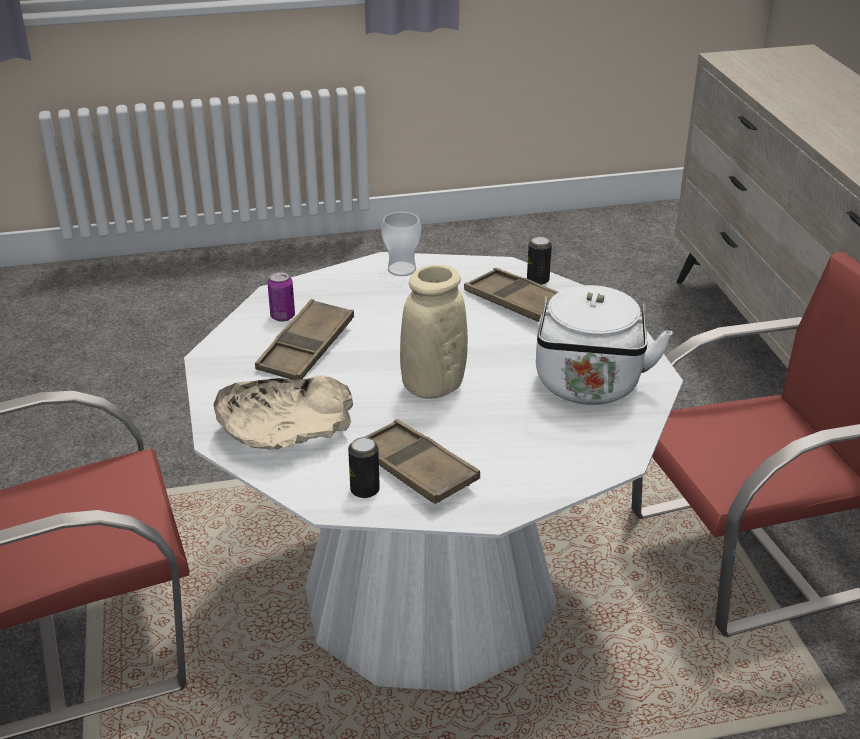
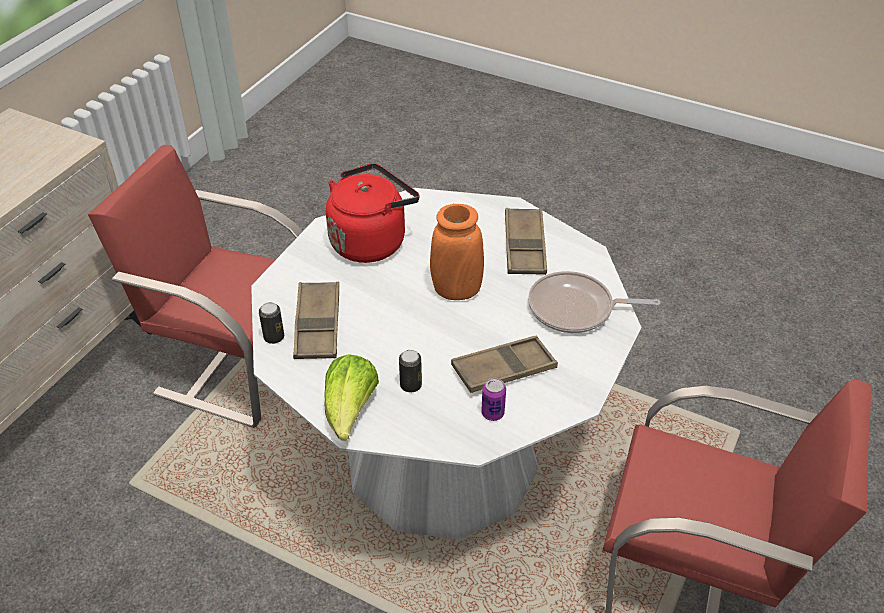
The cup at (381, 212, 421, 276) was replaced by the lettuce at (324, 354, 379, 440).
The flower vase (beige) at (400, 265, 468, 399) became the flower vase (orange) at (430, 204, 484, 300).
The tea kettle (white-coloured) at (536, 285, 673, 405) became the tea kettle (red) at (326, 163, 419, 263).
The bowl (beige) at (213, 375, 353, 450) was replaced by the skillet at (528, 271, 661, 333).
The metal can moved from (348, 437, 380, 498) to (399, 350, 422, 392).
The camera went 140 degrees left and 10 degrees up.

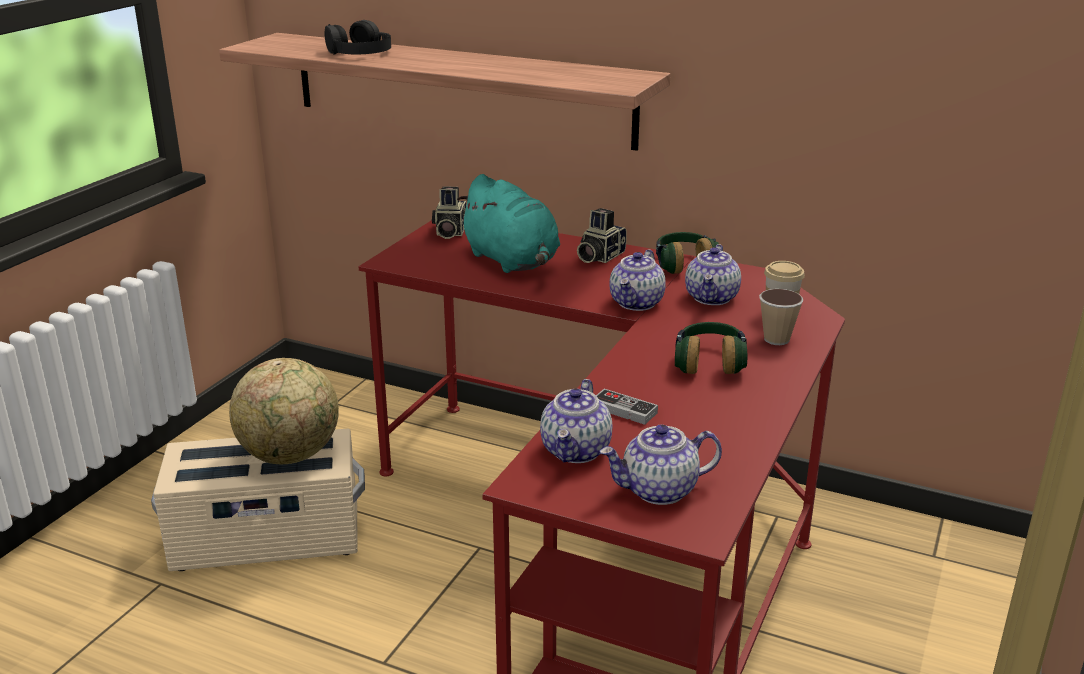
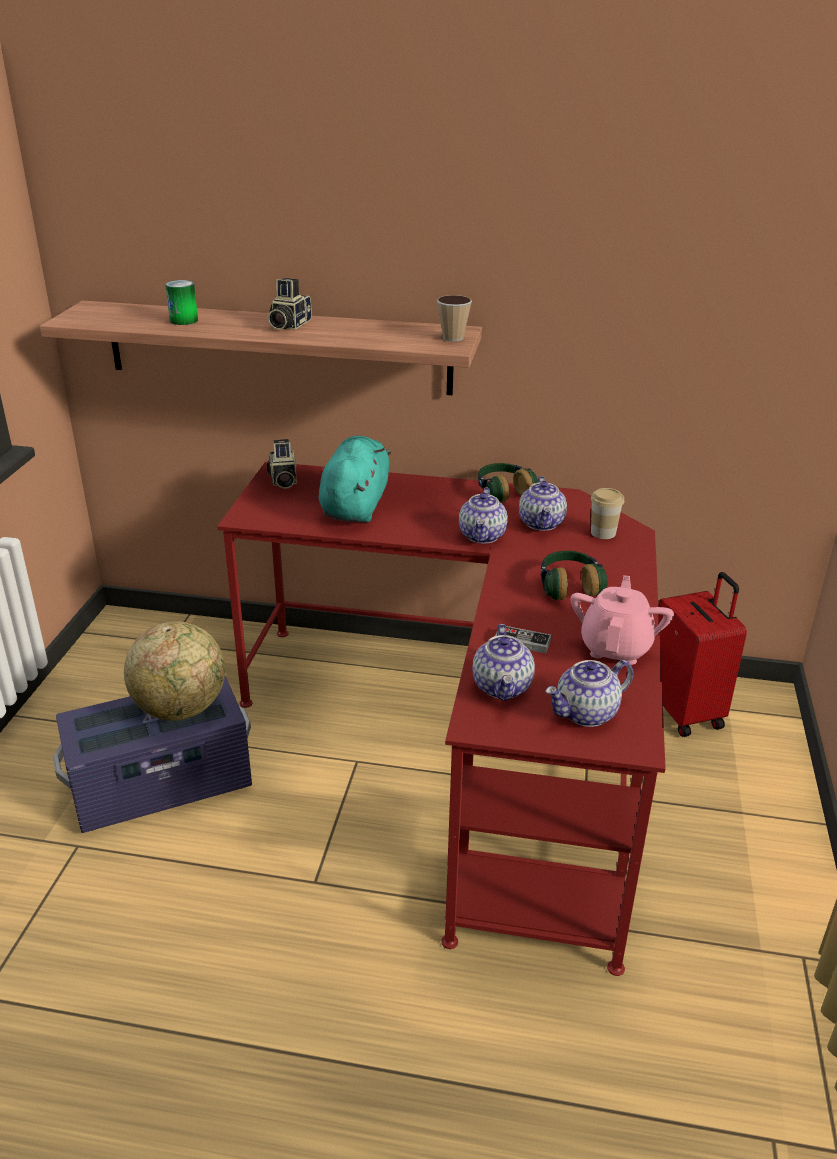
The pair of headphones (black-coloured) at (325, 20, 391, 55) was replaced by the metal can at (165, 280, 198, 325).
The plush toy (turquoise-coloured) at (457, 174, 560, 273) turned 120 degrees counterclockwise.
The still camera moved from (577, 208, 627, 263) to (268, 278, 311, 330).
The cup moved from (759, 289, 803, 345) to (437, 295, 472, 341).
The storage bin (beige) at (151, 428, 365, 571) became the storage bin (purplish) at (53, 676, 252, 833).
The travel case (red) at (658, 572, 747, 737) appeared.
The tea pot (pink) at (571, 575, 674, 665) appeared.
The camera went 15 degrees left and 5 degrees up.

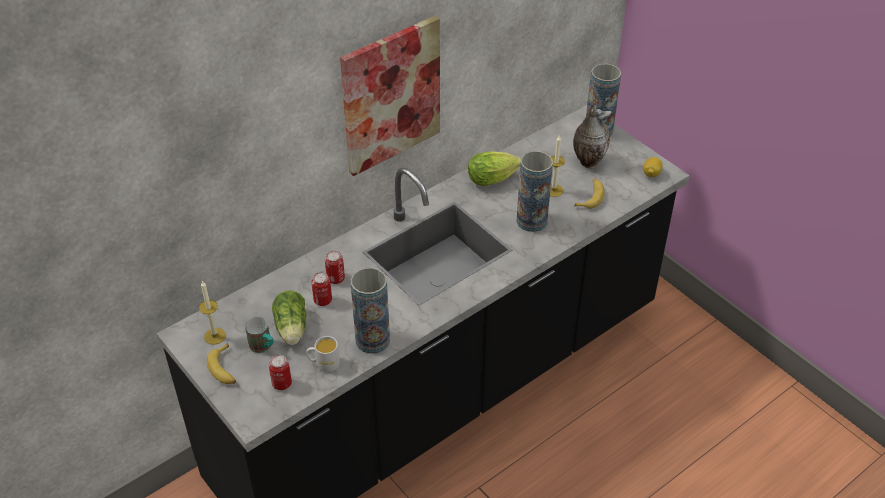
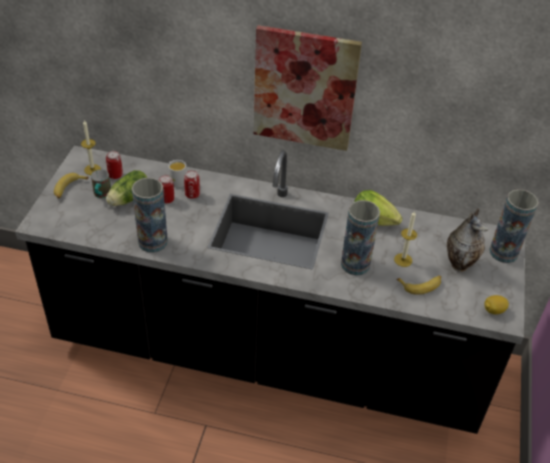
The mug (white-coloured) moved from (306, 336, 340, 372) to (168, 160, 187, 188).
The metal can moved from (269, 355, 292, 390) to (106, 151, 123, 179).
The camera went 50 degrees right and 0 degrees up.

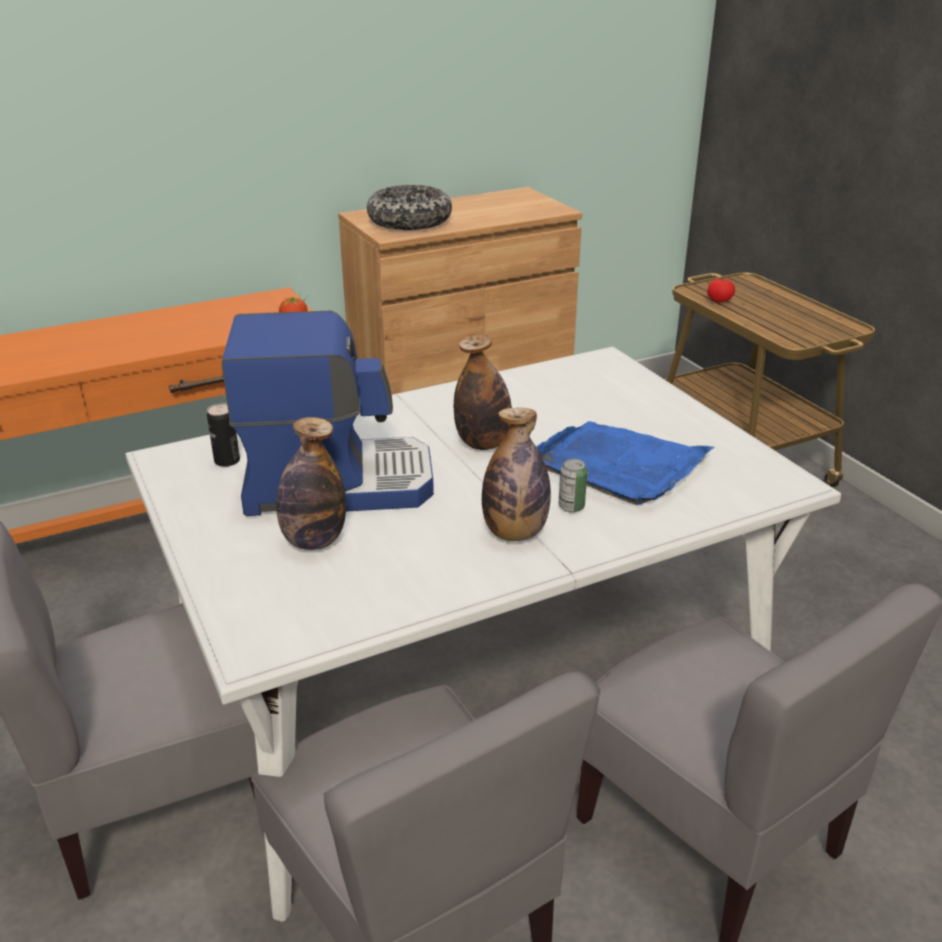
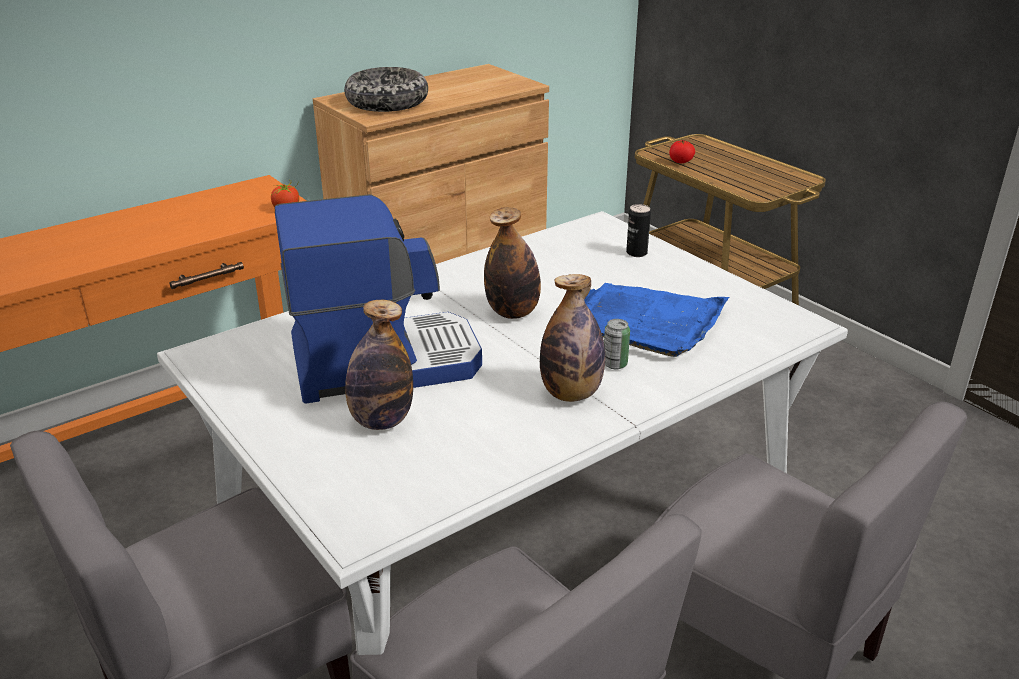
The metal can moved from (207, 404, 240, 467) to (626, 204, 651, 257).
The camera went 10 degrees left and 0 degrees up.

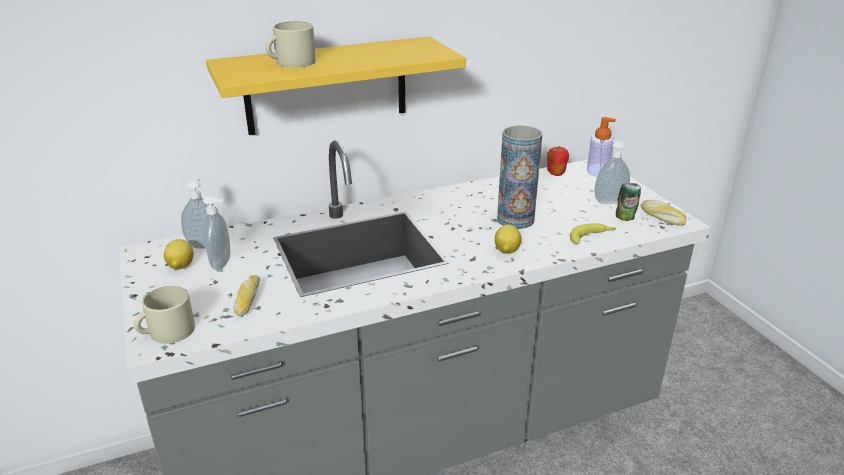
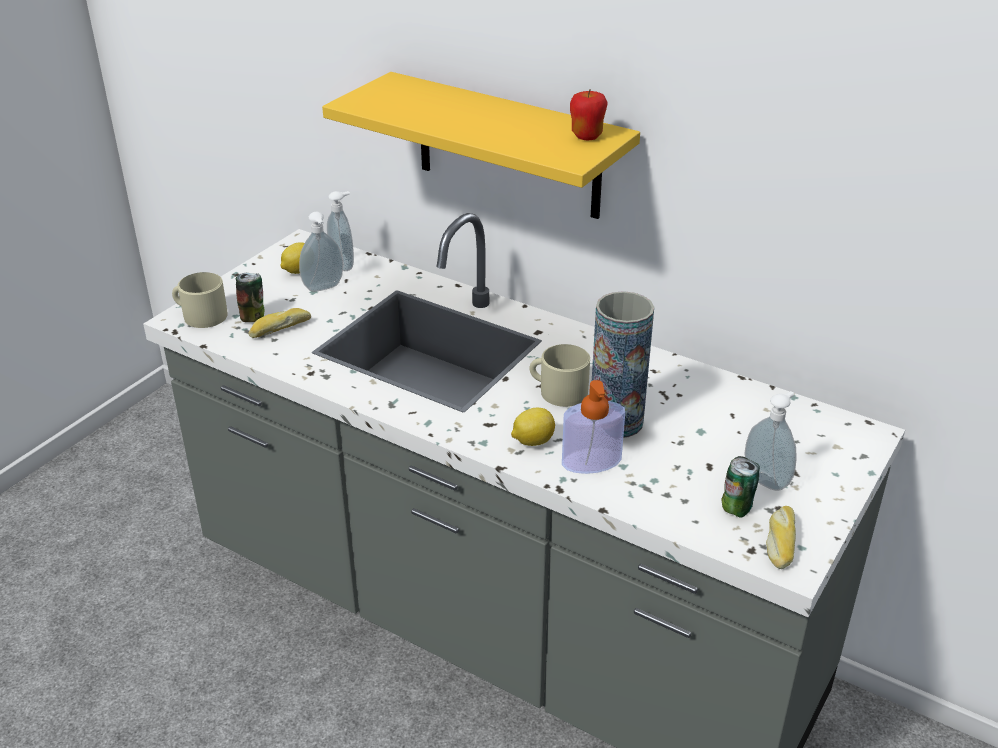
The mug (beige) moved from (266, 22, 316, 68) to (530, 344, 590, 407).
The soap dispenser moved from (587, 117, 616, 177) to (562, 380, 625, 474).
The apple moved from (547, 146, 569, 176) to (570, 90, 608, 140).
The banana fruit at (570, 223, 616, 244) disappeared.
The metal can at (236, 273, 264, 322) appeared.
The camera went 55 degrees right and 5 degrees up.

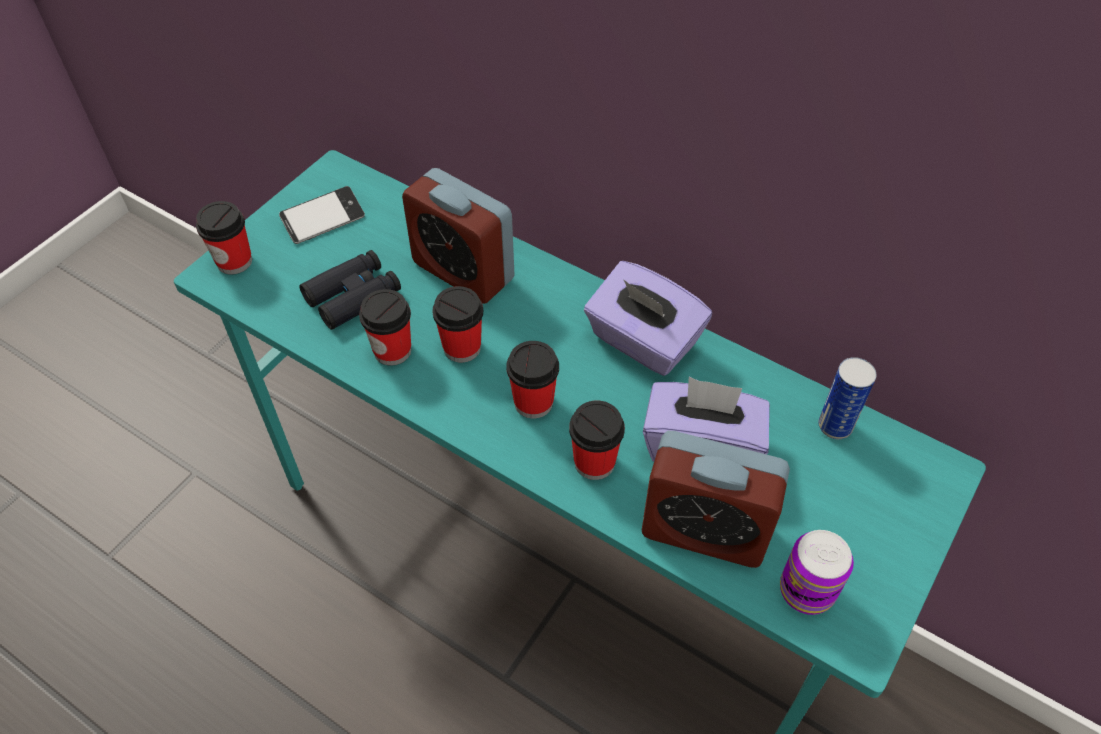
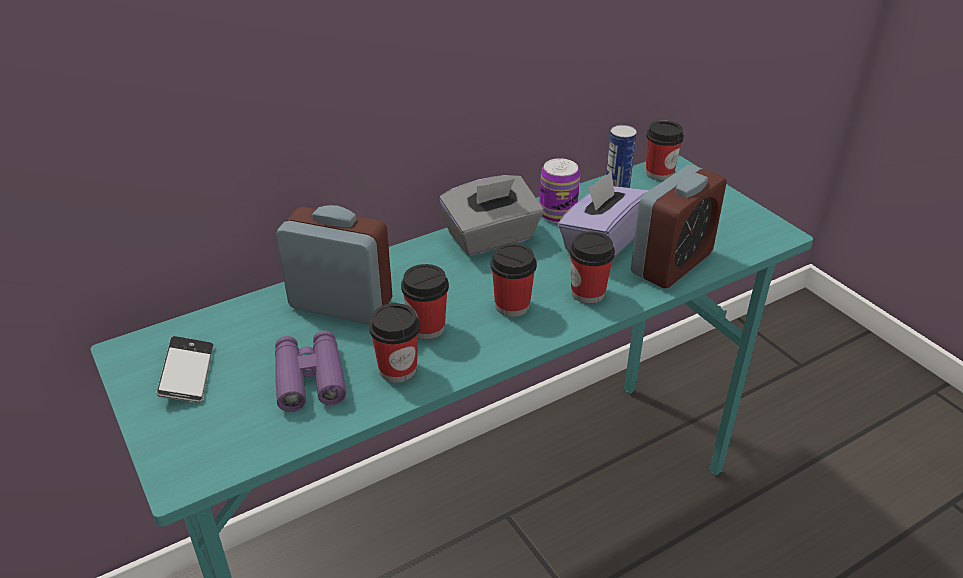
The table clock at (402, 168, 515, 304) turned 135 degrees counterclockwise.
The cup moved from (196, 201, 252, 275) to (646, 120, 684, 180).
The pair of binoculars (black-coloured) at (299, 250, 401, 330) became the pair of binoculars (purplish) at (275, 330, 346, 412).
The tissue holder (purplish) at (584, 261, 712, 376) became the tissue holder (grey) at (439, 175, 543, 256).
The metal can moved from (780, 530, 854, 615) to (539, 158, 580, 223).
The camera went 65 degrees left and 15 degrees down.

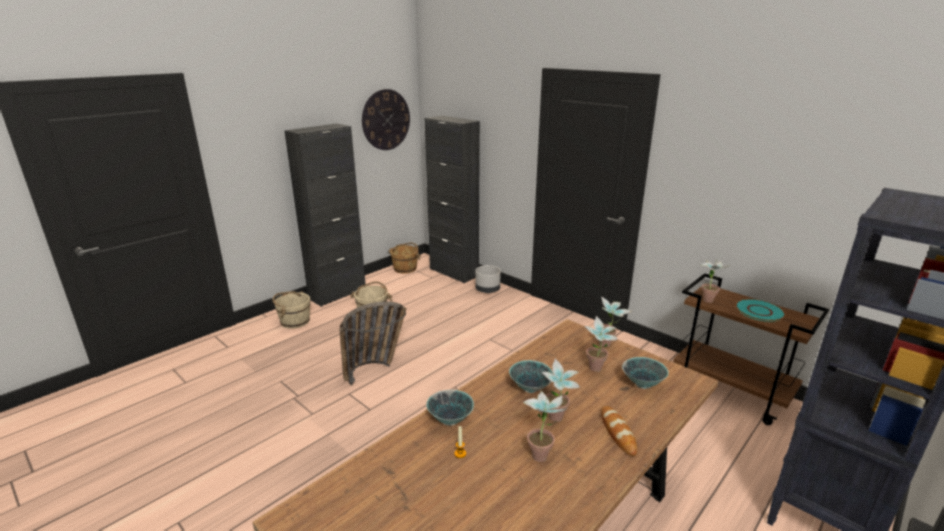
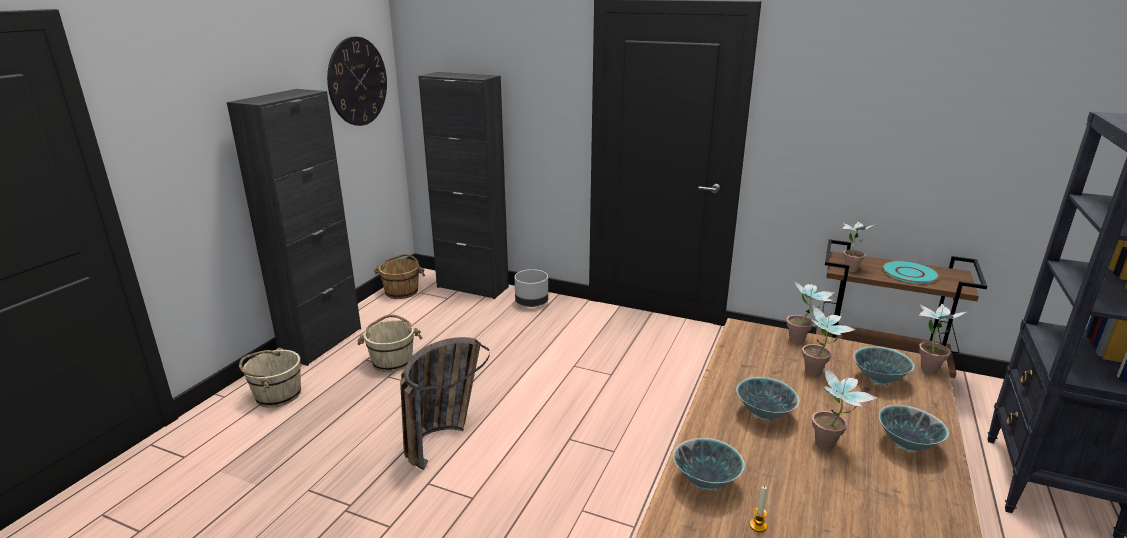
The potted plant moved from (523, 390, 565, 462) to (919, 304, 968, 374).
The bread at (601, 406, 637, 456) was replaced by the bowl at (879, 405, 949, 452).
The camera went 20 degrees left and 0 degrees up.

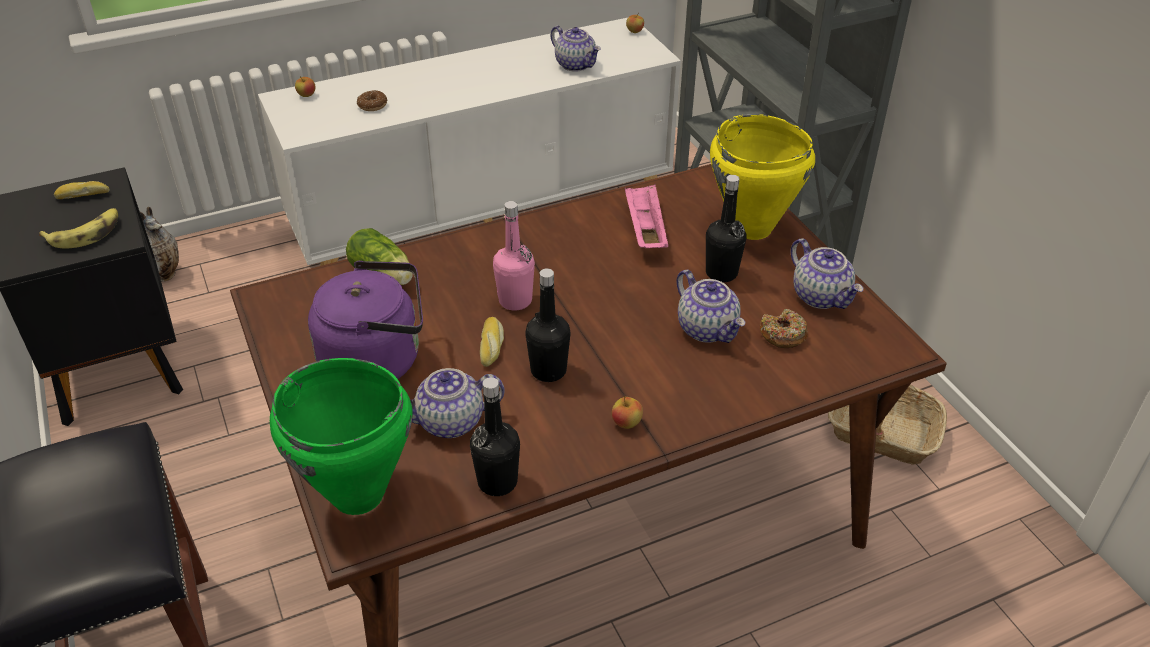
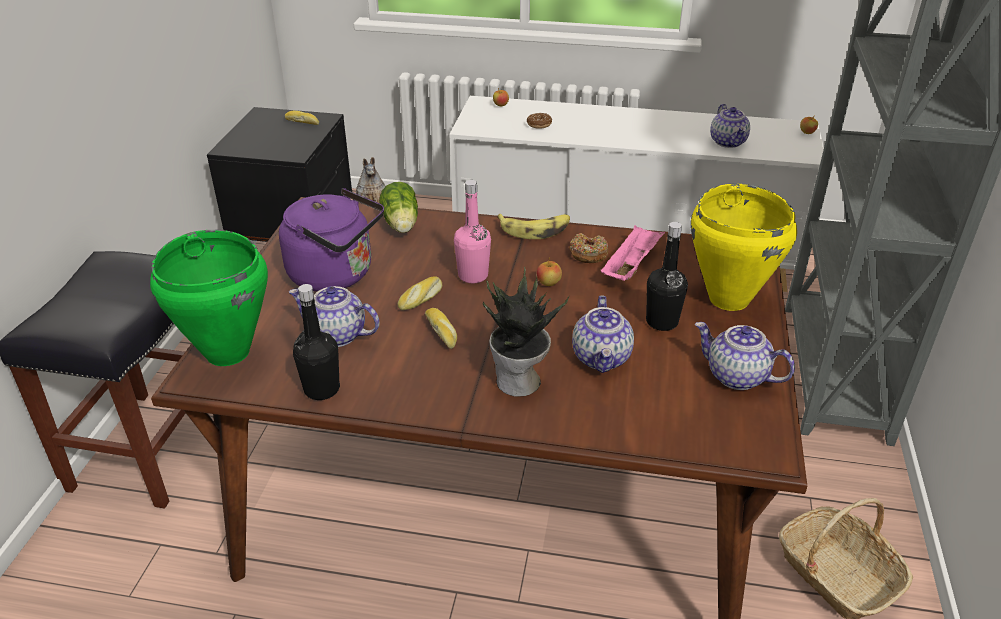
The banana fruit moved from (39, 208, 118, 249) to (497, 214, 570, 239).
The tea pot at (791, 239, 863, 309) turned 120 degrees clockwise.
The bottle (black-coloured) at (525, 268, 570, 382) was replaced by the bread at (425, 308, 457, 349).
The ring doughnut moved from (759, 309, 808, 348) to (569, 233, 608, 263).
The apple moved from (612, 396, 643, 429) to (537, 258, 562, 286).
The potted plant at (483, 266, 569, 397) appeared.
The camera went 35 degrees right and 5 degrees down.

